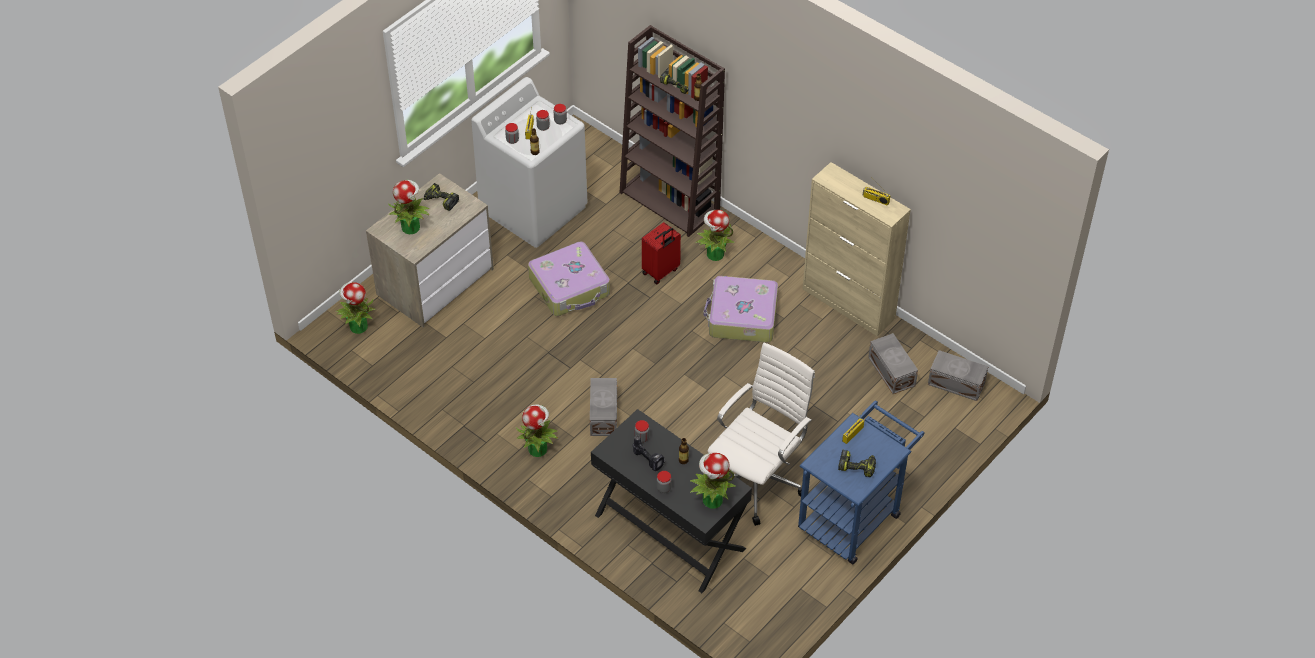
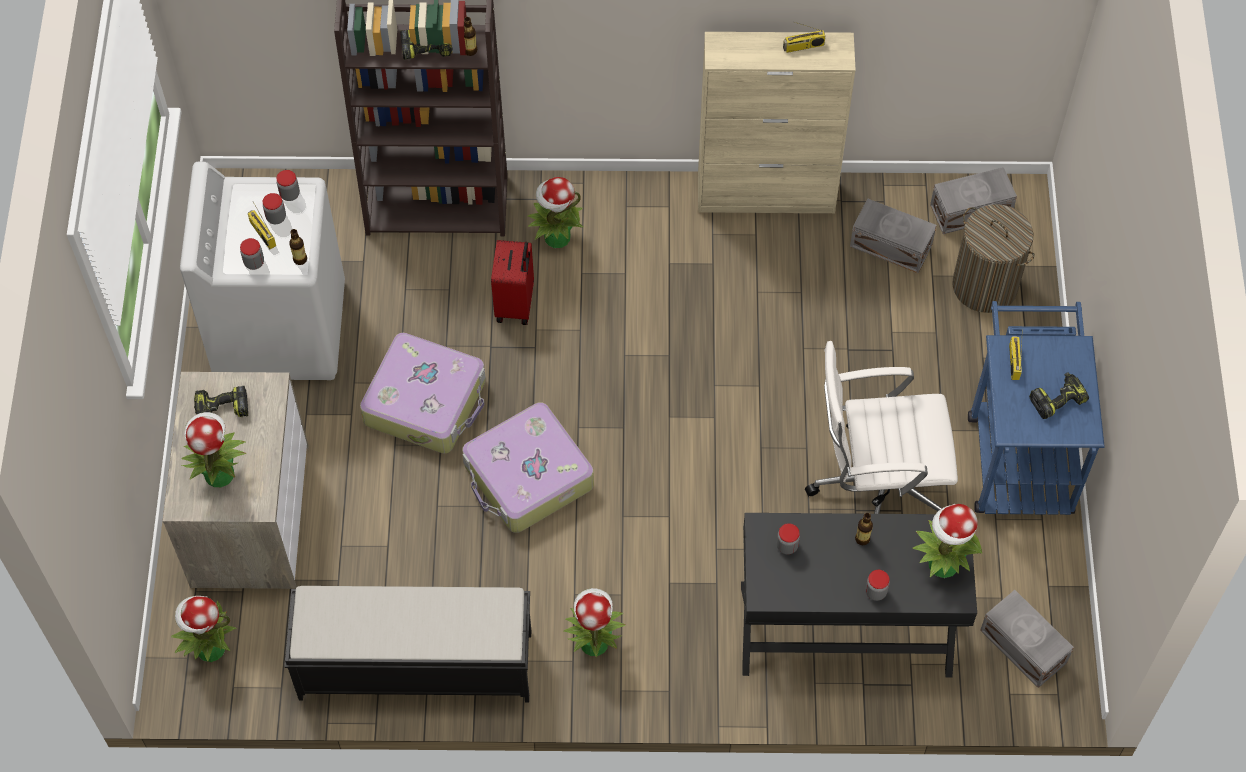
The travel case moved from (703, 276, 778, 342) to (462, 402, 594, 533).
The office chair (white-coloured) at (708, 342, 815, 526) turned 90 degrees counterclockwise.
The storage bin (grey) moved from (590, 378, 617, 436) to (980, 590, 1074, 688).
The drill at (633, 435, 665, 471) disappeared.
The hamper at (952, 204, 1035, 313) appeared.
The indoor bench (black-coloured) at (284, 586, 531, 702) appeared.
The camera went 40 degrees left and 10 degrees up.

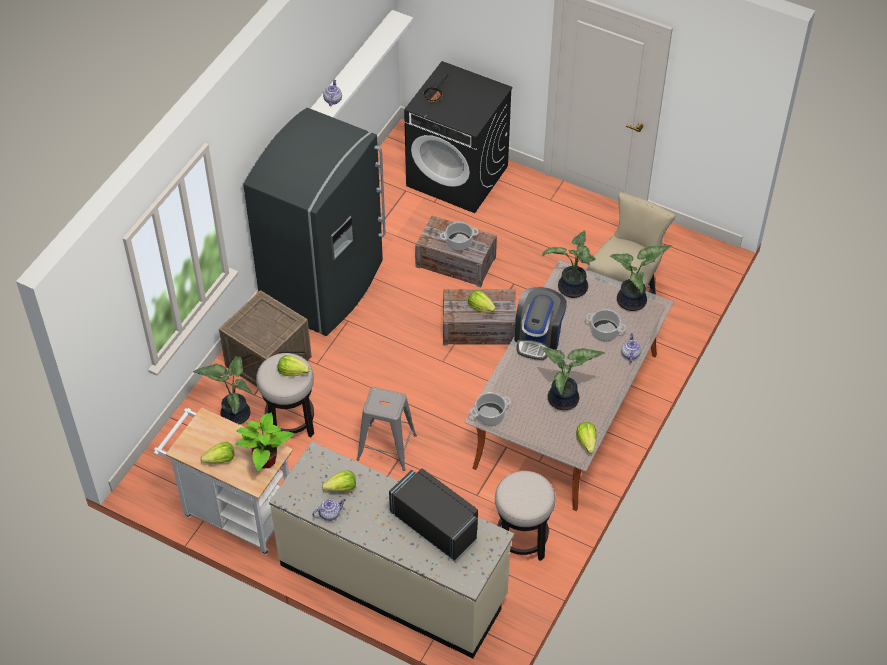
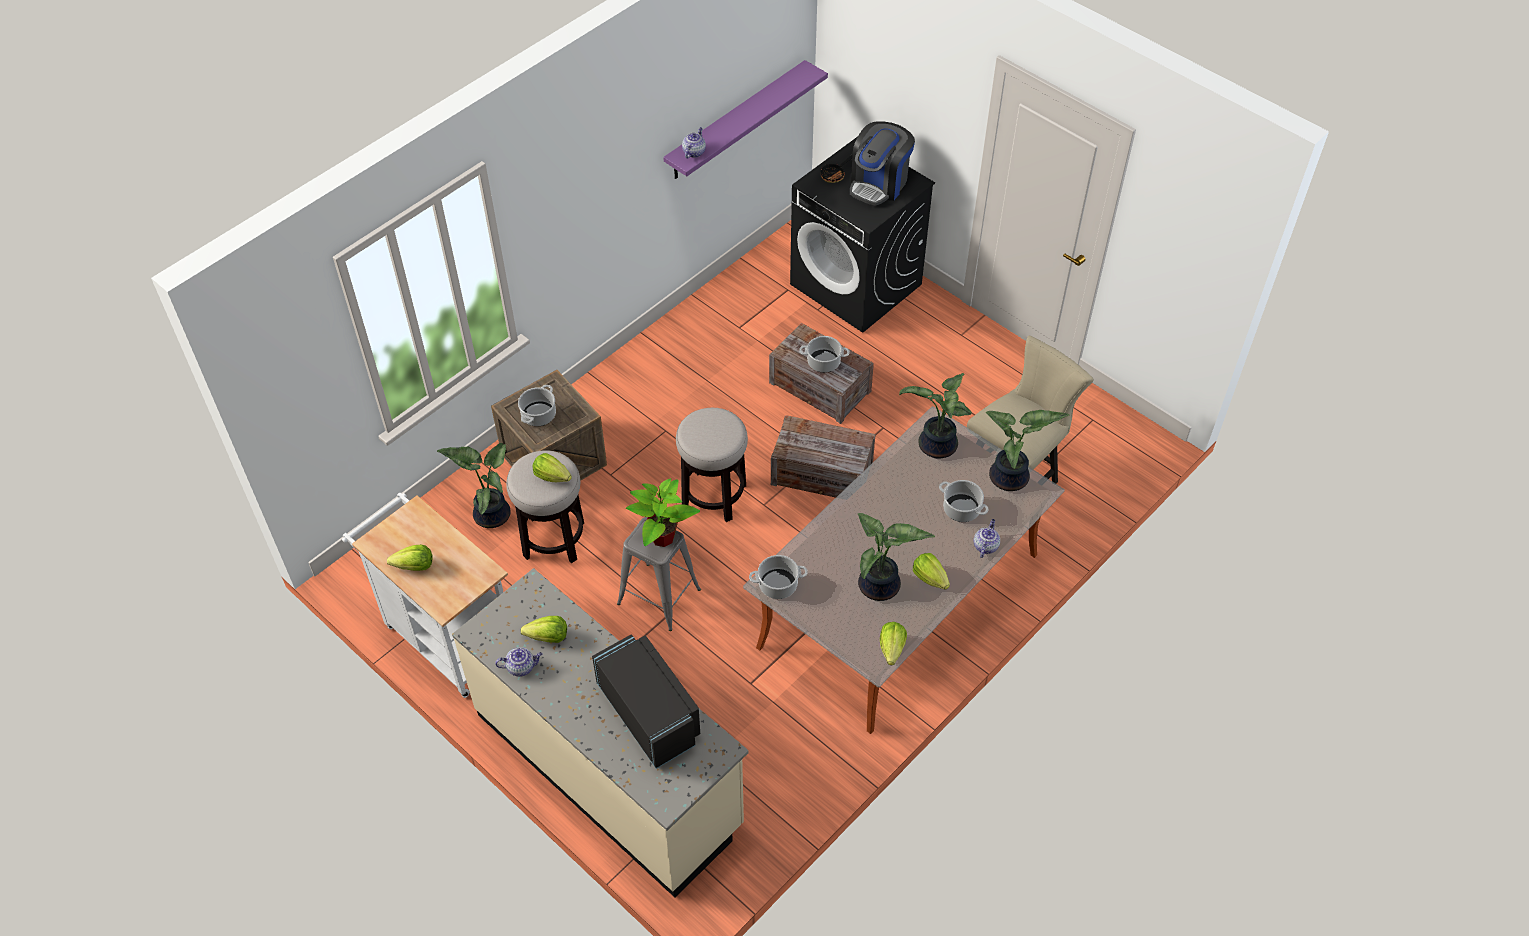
The bracket shelf (white-coloured) at (310, 10, 413, 118) became the bracket shelf (purplish) at (663, 60, 828, 179).
The kitchen fridge (grey) at (243, 108, 386, 336) disappeared.
The coffee brewer moved from (515, 287, 567, 360) to (850, 121, 915, 206).
The lettuce moved from (468, 290, 496, 312) to (913, 553, 950, 590).
The potted plant moved from (235, 413, 294, 471) to (626, 478, 700, 547).
The sitting stool moved from (495, 471, 556, 561) to (676, 408, 748, 522).
The cooking pot at (518, 385, 556, 426) appeared.
The camera went 15 degrees right and 0 degrees up.

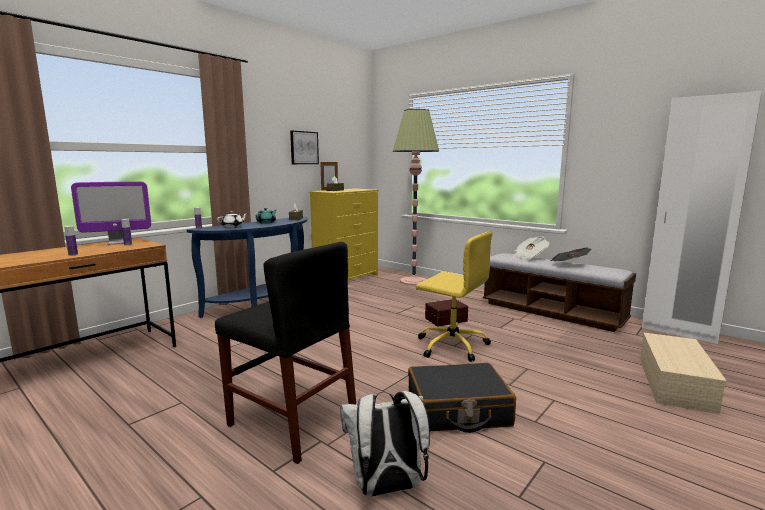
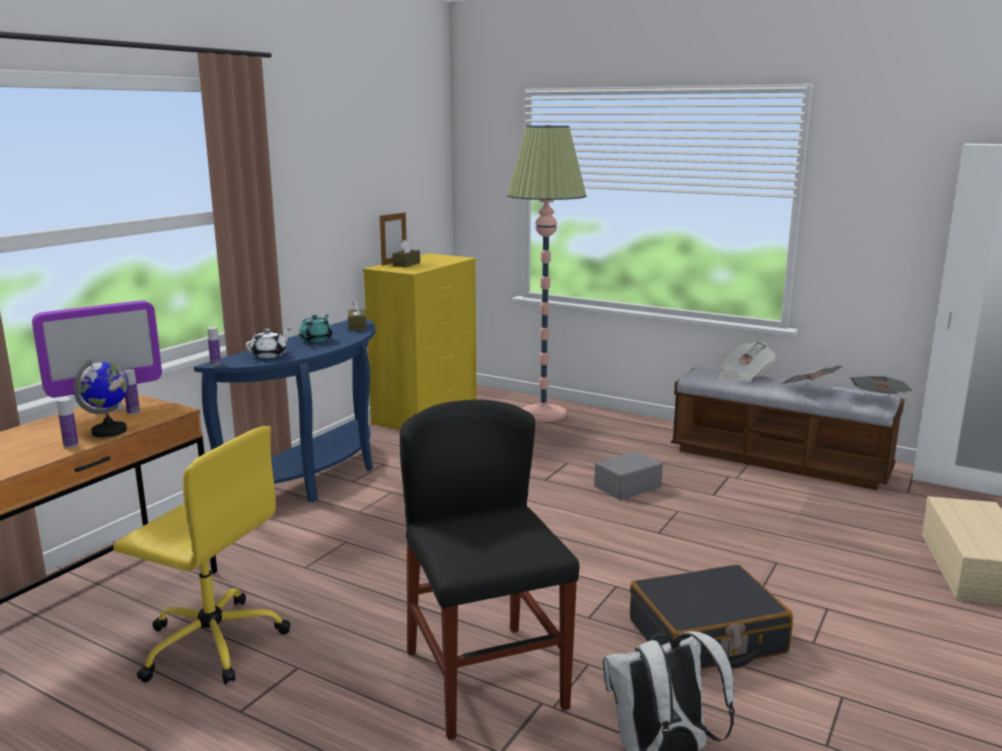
The picture at (290, 131, 319, 164) disappeared.
The office chair (yellow) moved from (416, 232, 493, 362) to (113, 426, 290, 684).
The plain chair (black-coloured) at (215, 242, 356, 464) turned 135 degrees counterclockwise.
The storage bin (brown) at (425, 299, 468, 327) became the storage bin (grey) at (594, 451, 663, 500).
The world globe at (73, 359, 129, 437) appeared.
The printed paper at (850, 376, 912, 394) appeared.
The camera went 10 degrees left and 5 degrees up.

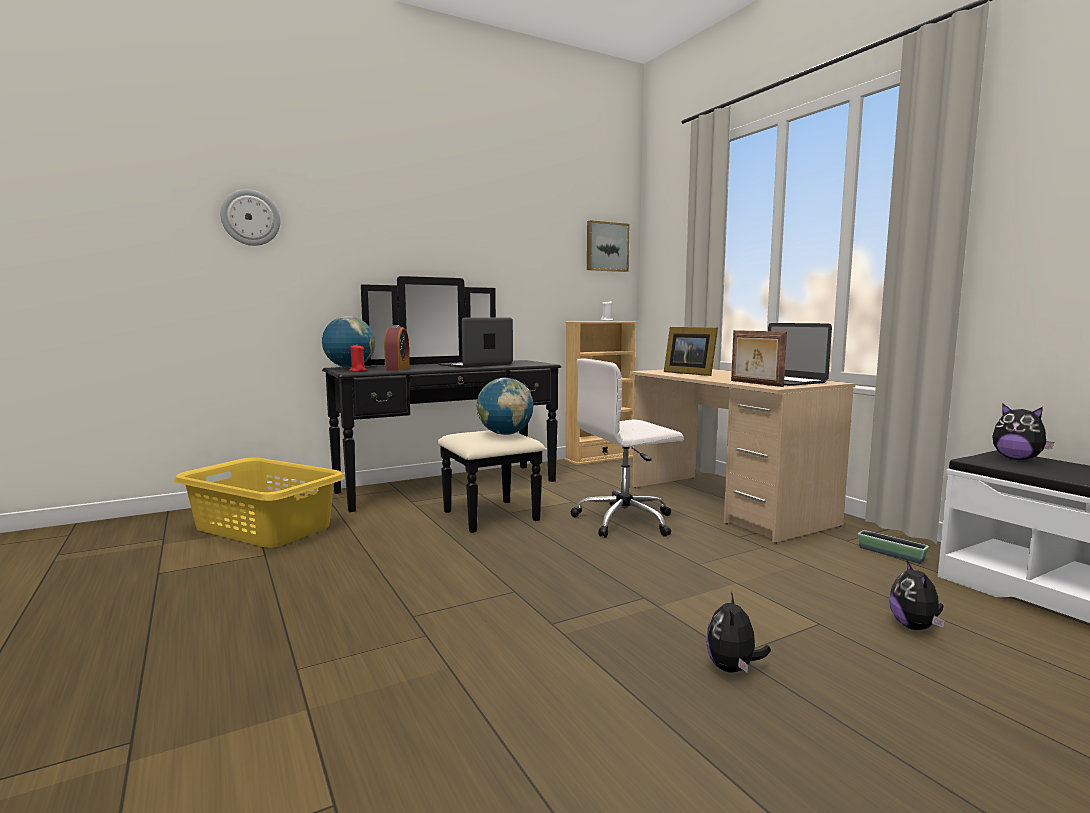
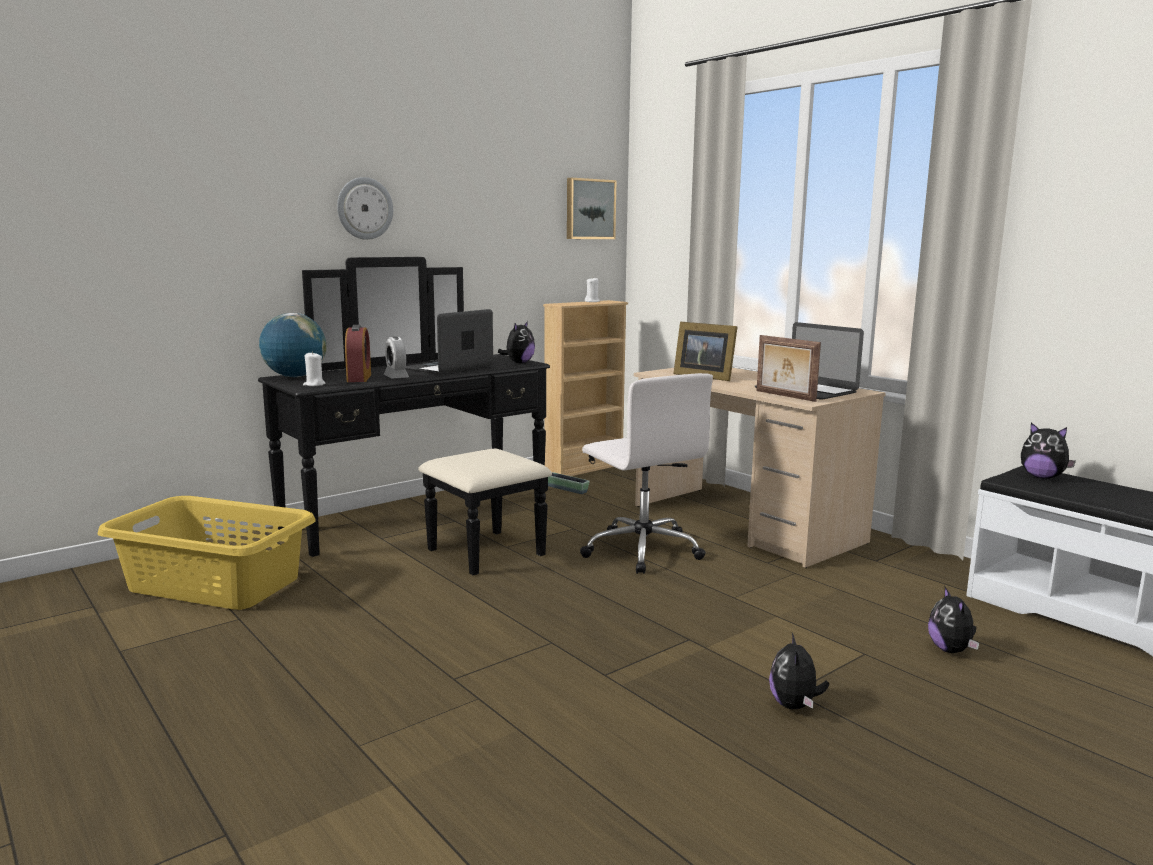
The hanging clock moved from (220, 189, 280, 246) to (337, 177, 393, 240).
The candle (red) at (349, 345, 367, 372) became the candle (white-coloured) at (303, 351, 325, 386).
The office chair (white-coloured) at (571, 359, 683, 538) turned 90 degrees counterclockwise.
The world globe at (477, 378, 533, 435) disappeared.
The plant pot moved from (858, 530, 929, 563) to (548, 472, 590, 494).
The plush toy at (498, 321, 535, 363) appeared.
The table clock at (384, 336, 409, 378) appeared.
The camera went 10 degrees left and 5 degrees up.

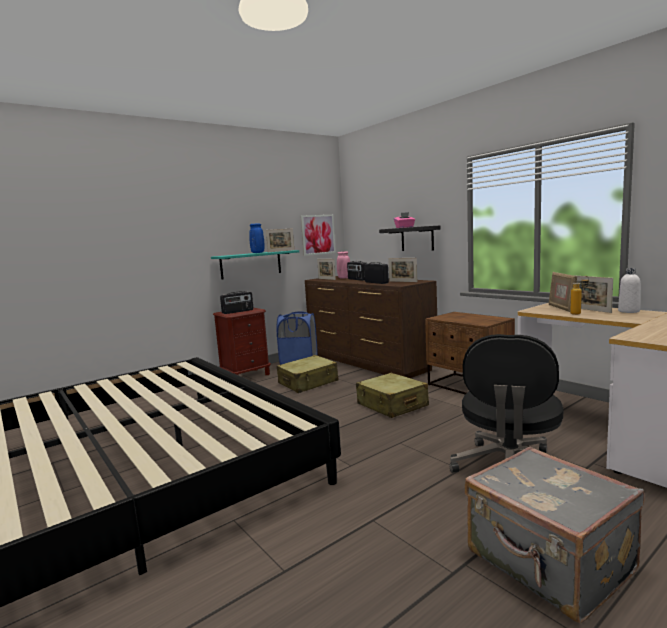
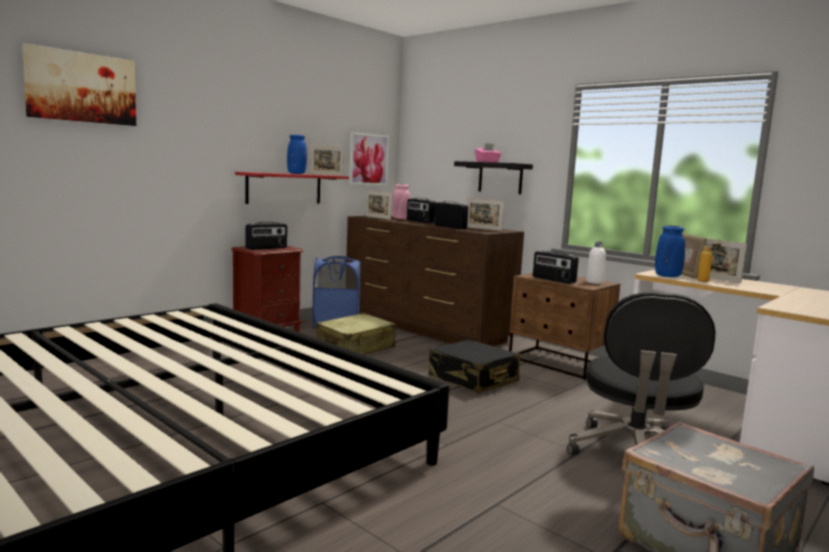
The bracket shelf (turquoise-coloured) at (211, 250, 299, 280) became the bracket shelf (red) at (235, 172, 349, 204).
The bottle (white-coloured) moved from (618, 268, 640, 313) to (586, 241, 606, 284).
The travel case (beige) at (356, 373, 429, 418) became the travel case (black-coloured) at (429, 340, 520, 393).
The picture at (22, 43, 136, 126) appeared.
The flower vase (bluish) at (655, 226, 685, 277) appeared.
The radio set at (533, 251, 579, 284) appeared.
The camera went 10 degrees left and 0 degrees up.

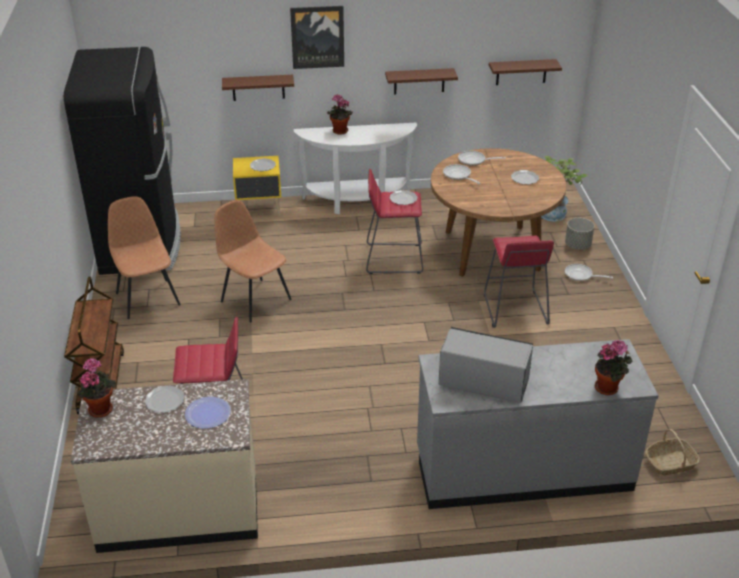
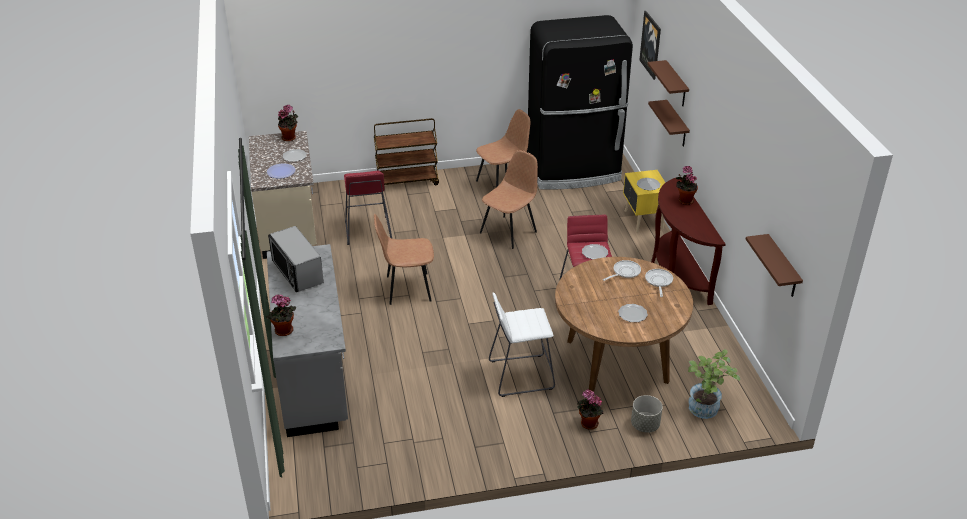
The picture moved from (290, 6, 344, 69) to (640, 11, 661, 80).
The bracket shelf (brown) moved from (385, 68, 458, 94) to (647, 60, 689, 106).
The narrow table (white-coloured) at (293, 123, 417, 214) became the narrow table (brown) at (651, 178, 726, 305).
The sitting stool (red) at (484, 235, 554, 328) became the sitting stool (white-coloured) at (489, 292, 555, 397).
The skillet at (565, 264, 613, 281) was replaced by the potted plant at (577, 389, 603, 430).
The microwave oven at (438, 327, 533, 403) turned 135 degrees clockwise.
The basket at (645, 429, 700, 476) disappeared.
The plain chair (brown) at (374, 214, 434, 305) appeared.
The camera went 85 degrees right and 0 degrees up.

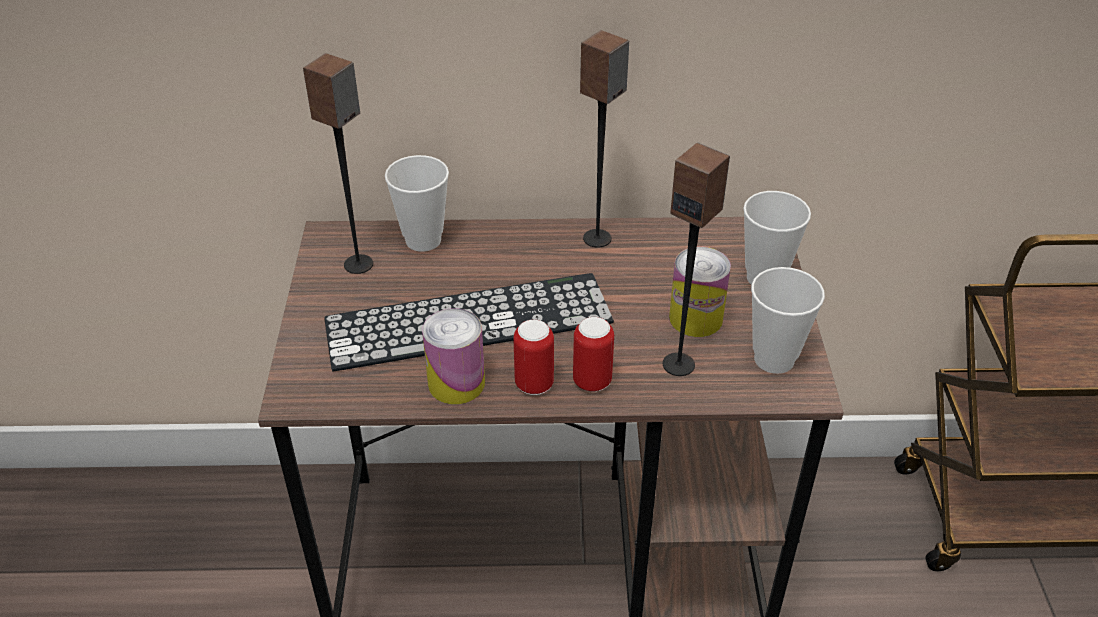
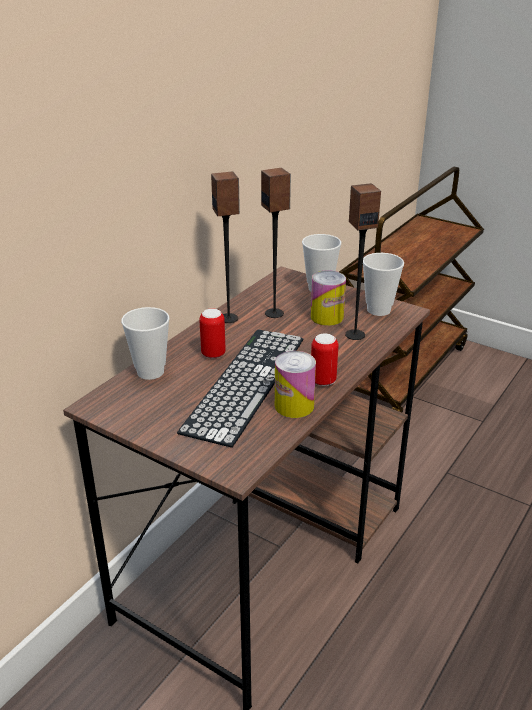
The audio speaker moved from (303, 53, 373, 274) to (261, 168, 291, 318).
The metal can moved from (573, 317, 614, 392) to (199, 308, 226, 358).
The camera went 55 degrees left and 10 degrees down.

